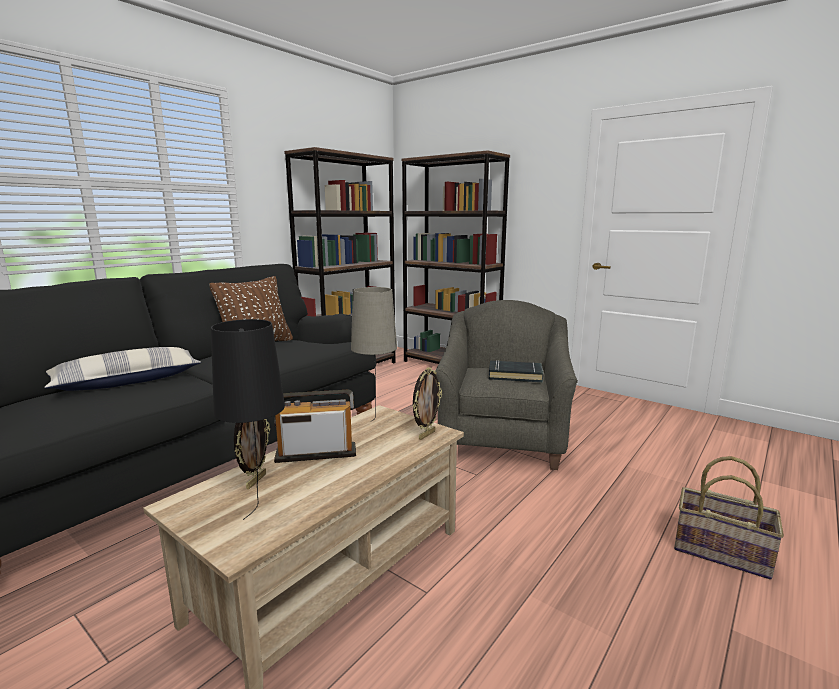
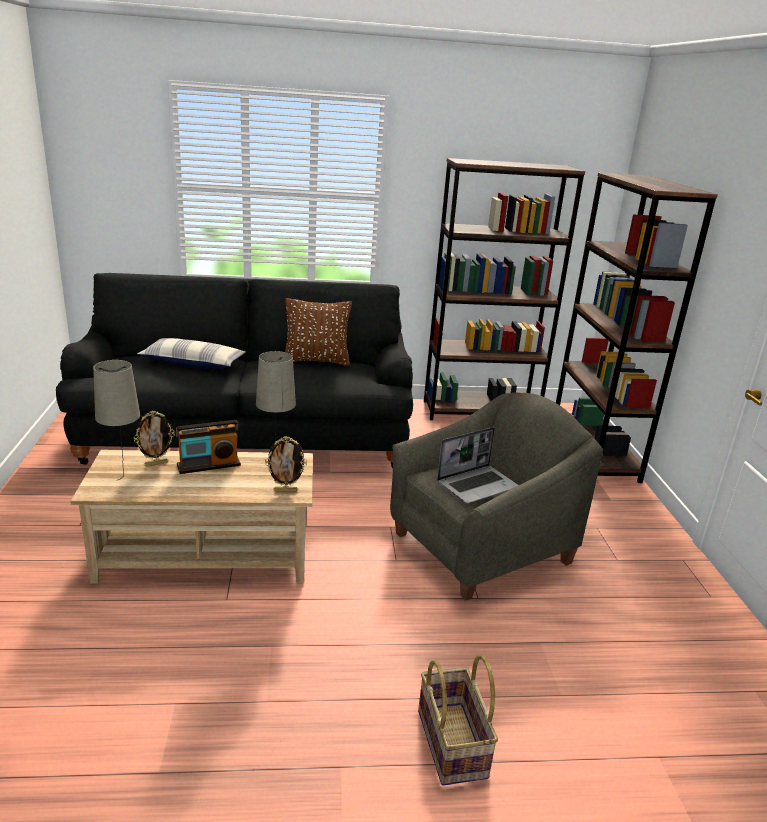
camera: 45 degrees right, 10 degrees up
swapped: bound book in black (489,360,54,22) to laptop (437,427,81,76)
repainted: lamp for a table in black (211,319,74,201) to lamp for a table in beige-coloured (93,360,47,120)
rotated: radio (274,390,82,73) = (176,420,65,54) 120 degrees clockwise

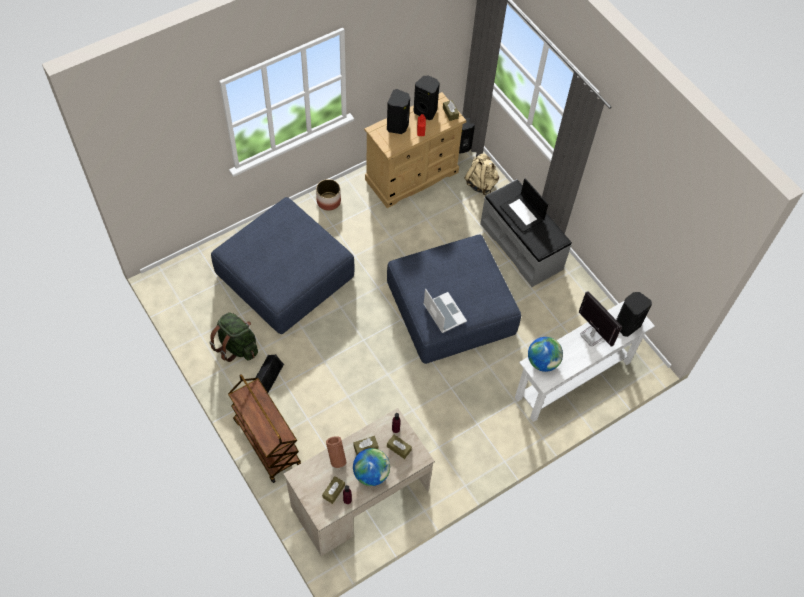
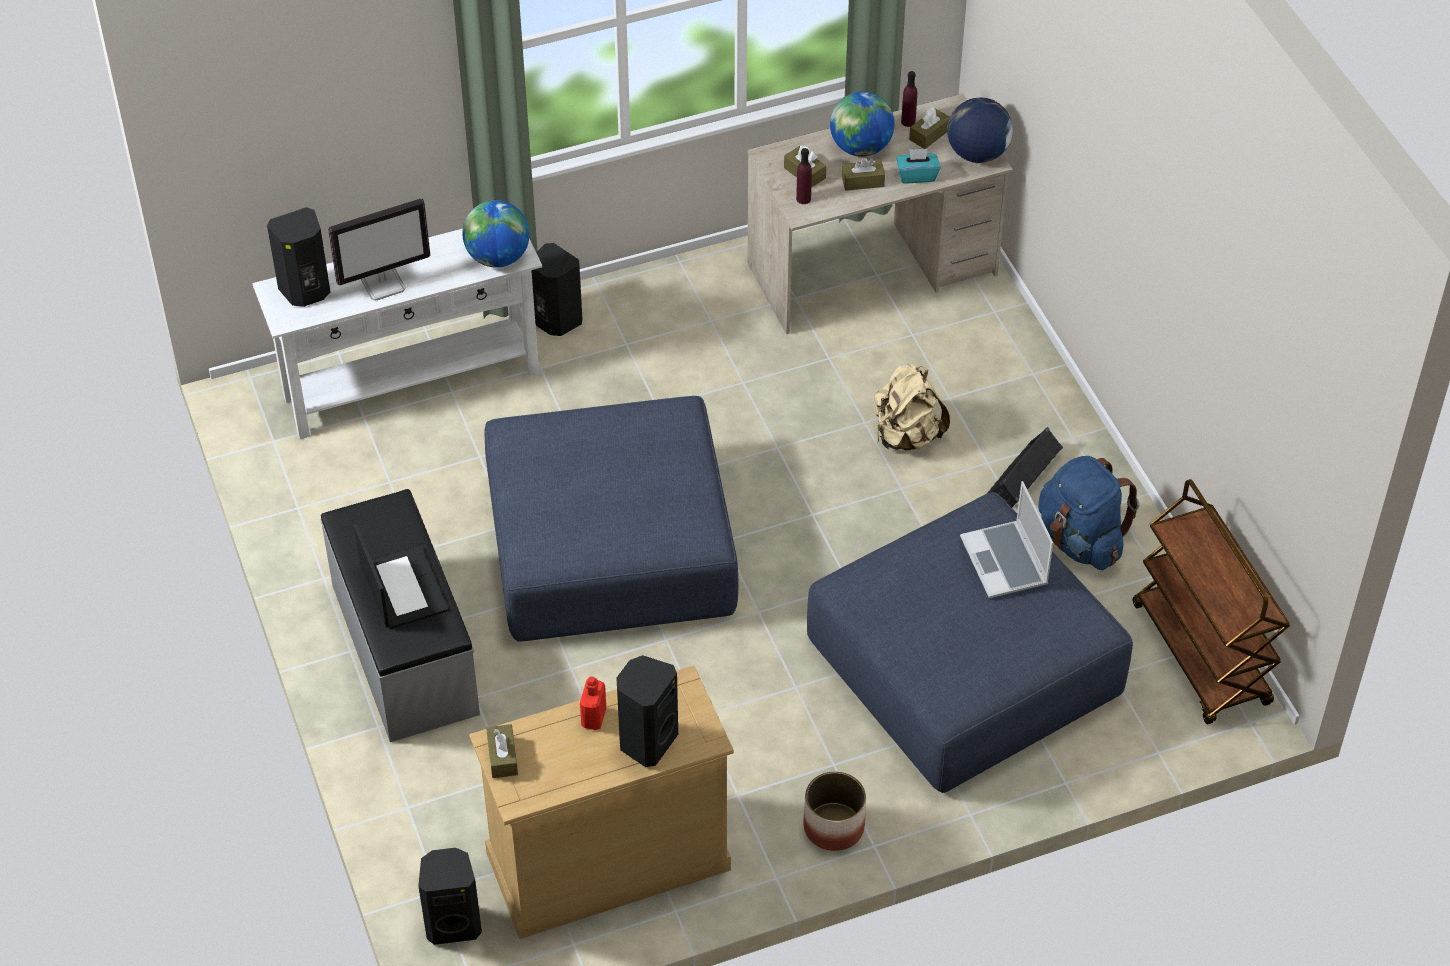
camera: 165 degrees left, 10 degrees down
new: globe (947,97,66,66)
shifted: cart in brown (228,374,73,109) to (1132,479,158,245); loudspeaker in black (414,76,26,44) to (531,243,51,93); laptop (423,288,44,45) to (960,481,93,117); backpack in beige-coloured (464,154,35,41) to (874,364,76,86)
swapped: flower vase in brown (326,436,20,32) to box of tissues in turquoise (896,149,45,34)
repainted: backpack in greenish (209,312,49,50) to backpack in bluish (1038,456,101,114)
rotated: monitor (579,291,43,56) = (328,199,102,102) 90 degrees counterclockwise

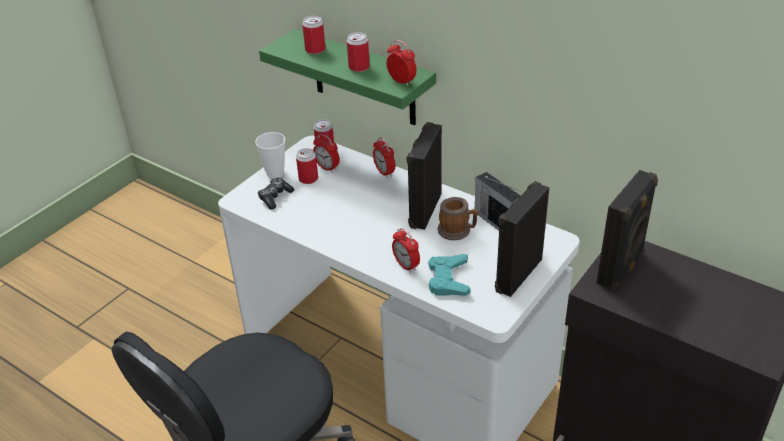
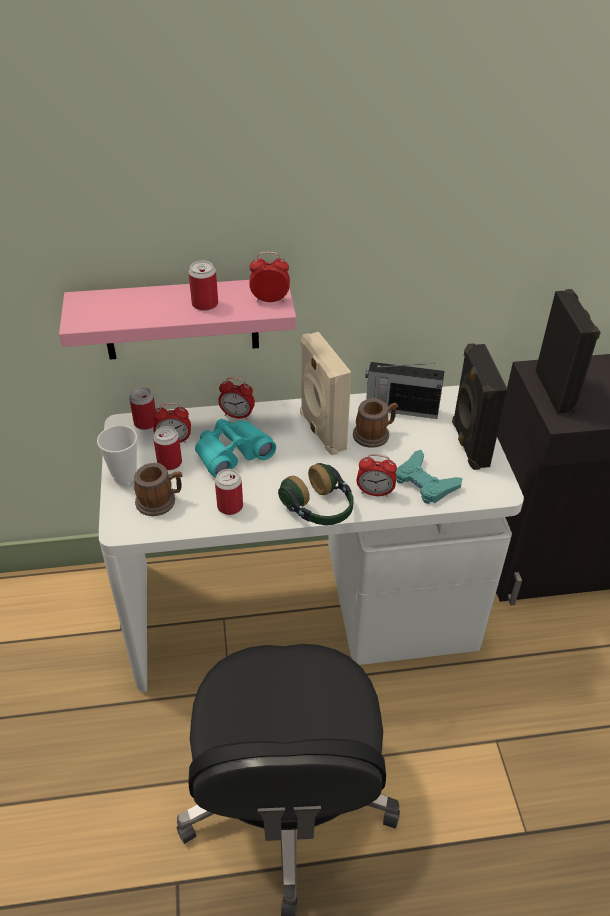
camera: 45 degrees left, 5 degrees up
new: binoculars in turquoise (195,419,81,59); pair of headphones (278,463,76,62)
shifted: metal can (302,16,23,38) to (215,469,28,46)
swapped: joypad (258,178,36,32) to tea mug (134,463,48,53)
repainted: bracket shelf in greenish (259,29,177,96) to bracket shelf in pink-coloured (59,280,237,80); loudspeaker in black (407,122,35,108) to loudspeaker in beige-coloured (300,332,51,123)

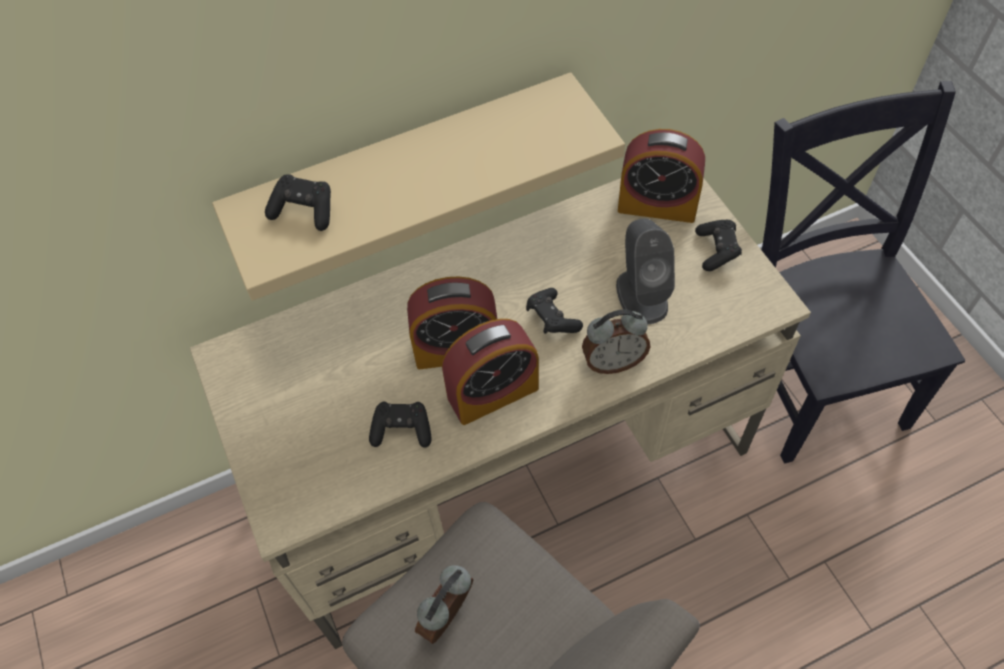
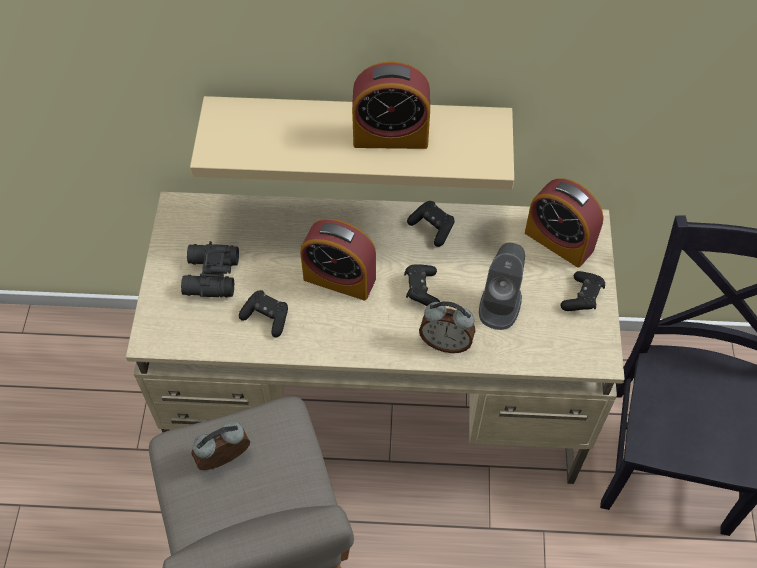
camera: 25 degrees right, 0 degrees up
new: binoculars in black (181,241,58,56)
shifted: joypad in black (265,174,66,57) to (407,201,48,46); bedside clock (442,319,97,106) to (352,62,78,87)

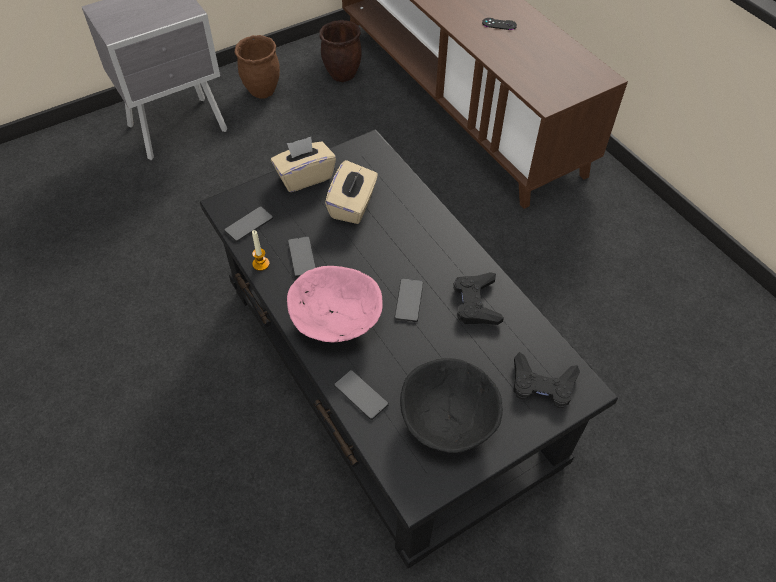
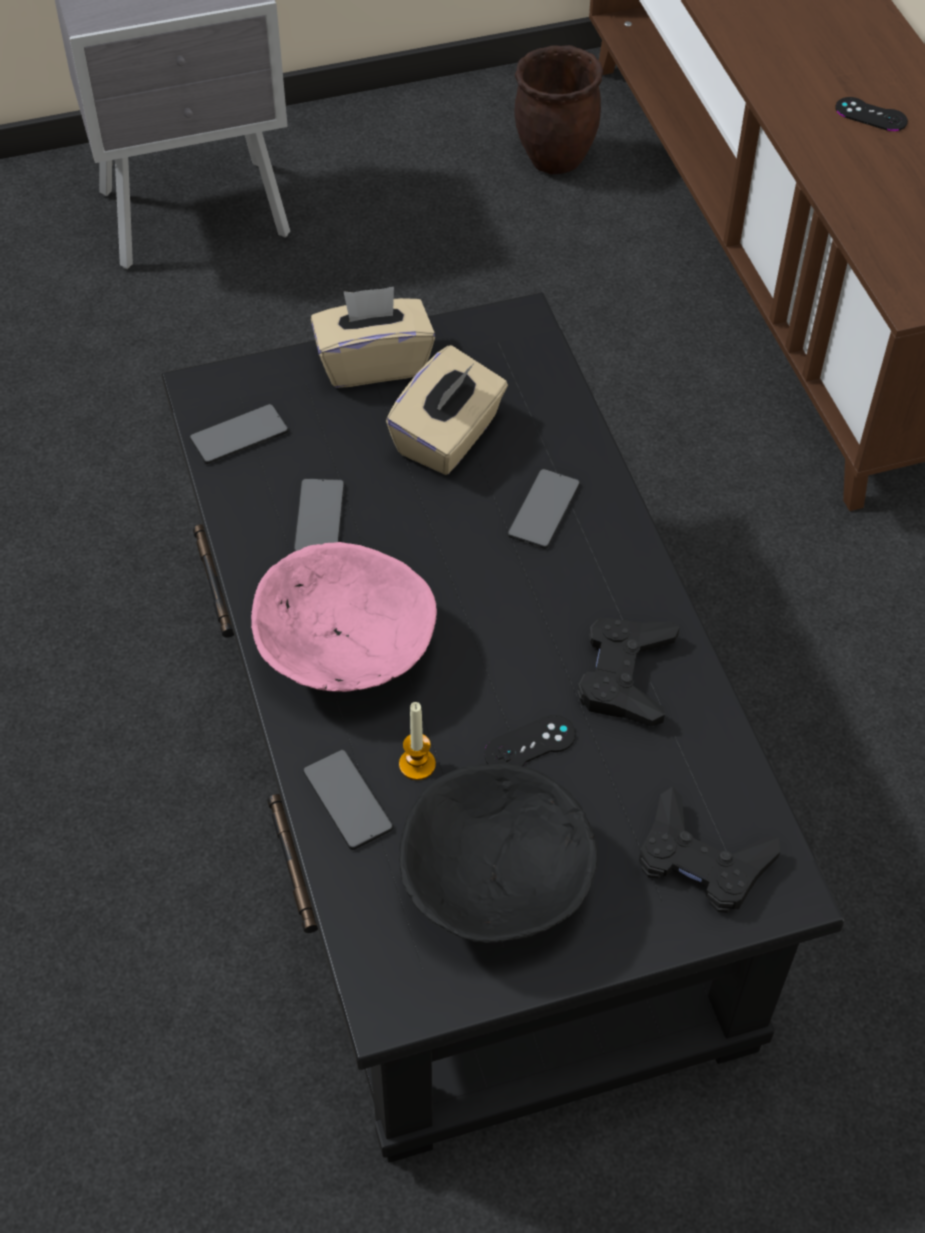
camera: 15 degrees right, 0 degrees up
gone: flower pot in brown (234,35,46,64)
new: joypad in black (484,715,92,51)
shifted: candle (252,230,18,41) to (399,702,37,78); handset (395,278,28,44) to (507,469,73,80)

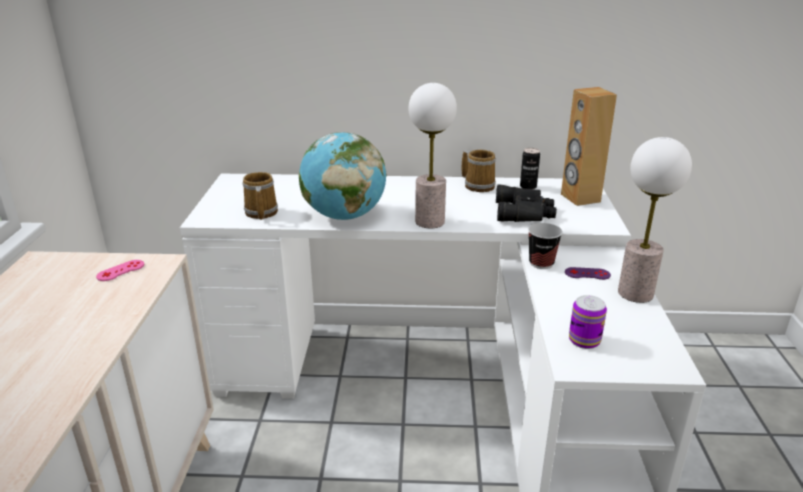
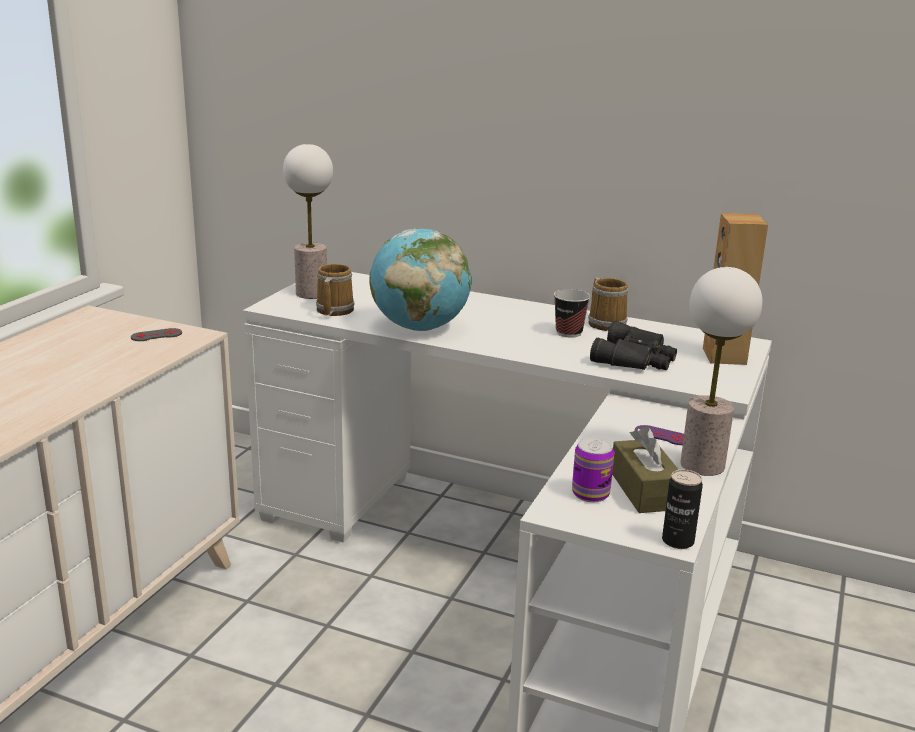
camera: 20 degrees right, 5 degrees down
new: box of tissues in brown (612,426,67,87)
shifted: lamp for a table (408,83,49,145) to (283,144,50,155); metal can (520,148,20,41) to (662,469,41,80); small cup (528,223,35,46) to (554,289,36,49)
repainted: joypad in pink-coloured (96,260,48,21) to joypad in gray (131,328,51,13)

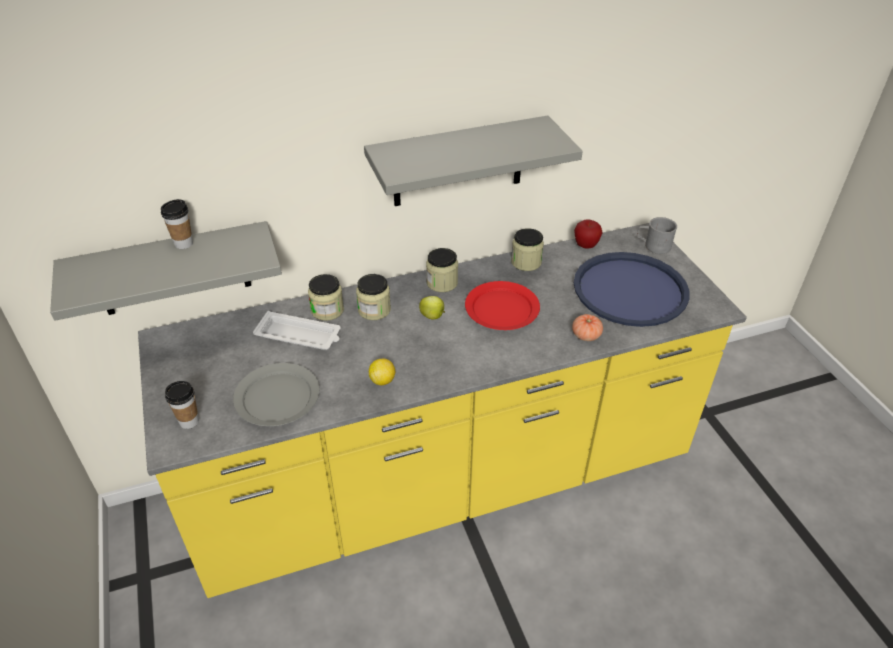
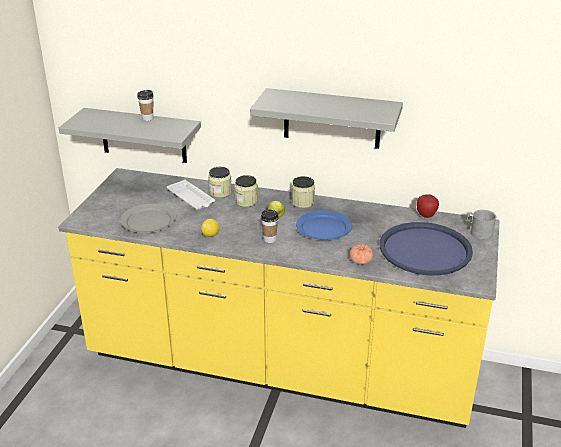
camera: 35 degrees right, 10 degrees down
gone: storage jar (511,228,33,43)
shifted: small cup (165,381,34,48) to (261,210,18,33)
repainted: dinner plate in red-coloured (465,281,75,49) to dinner plate in bluish (296,210,56,30)

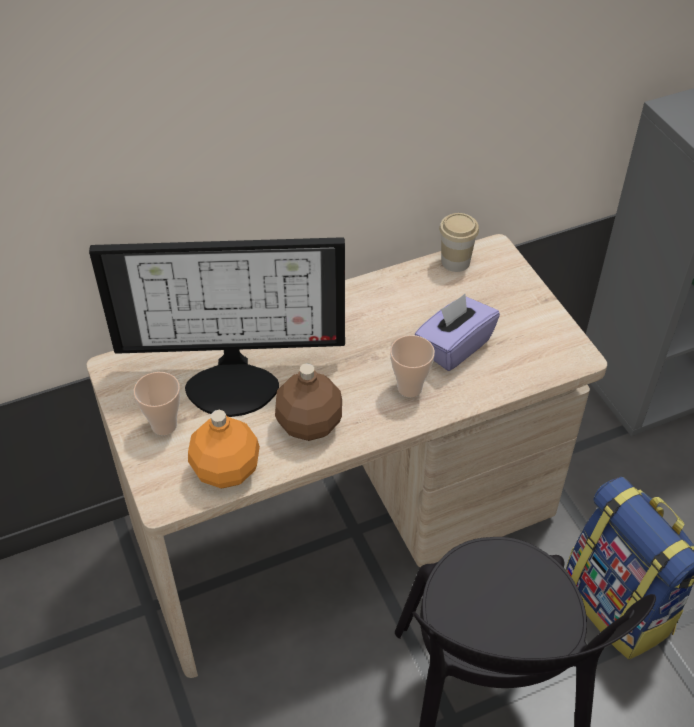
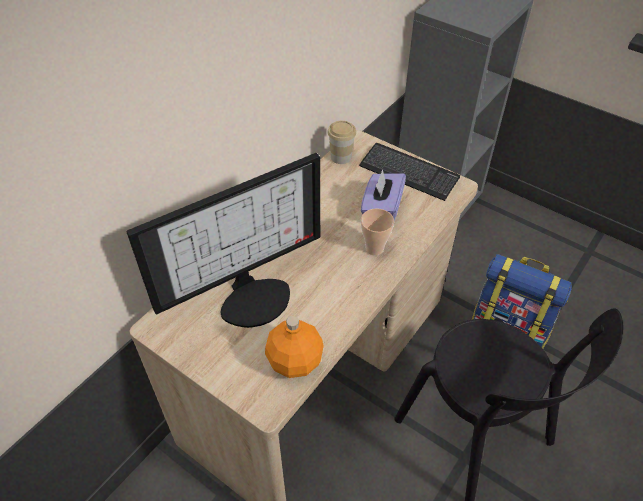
camera: 30 degrees left, 0 degrees up
gone: small cup (134,372,46,63); beverage bottle in brown (275,363,67,78)
new: PC keyboard (359,143,101,58)

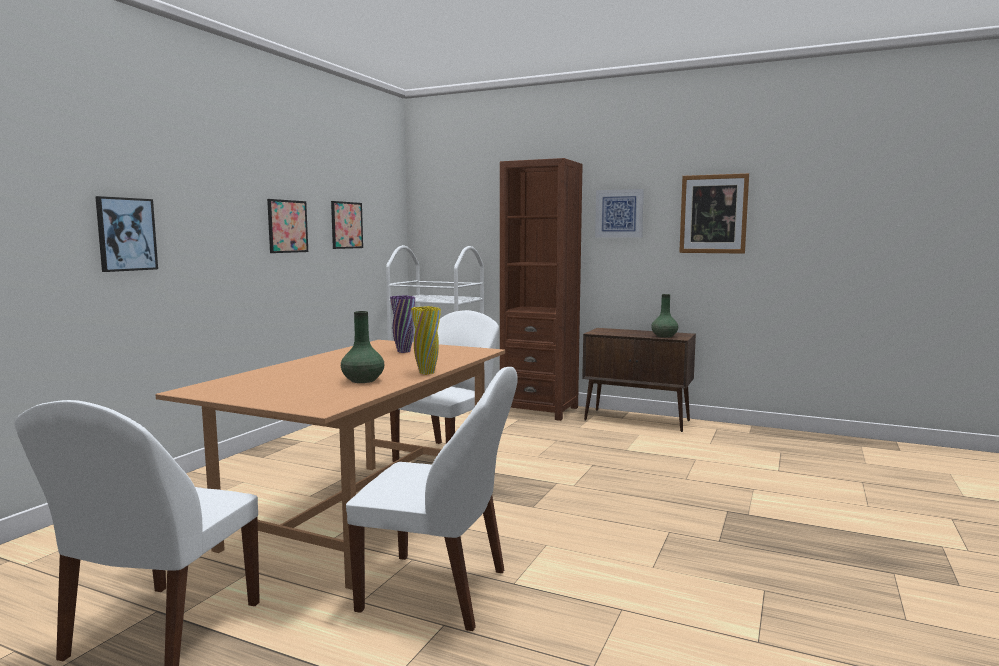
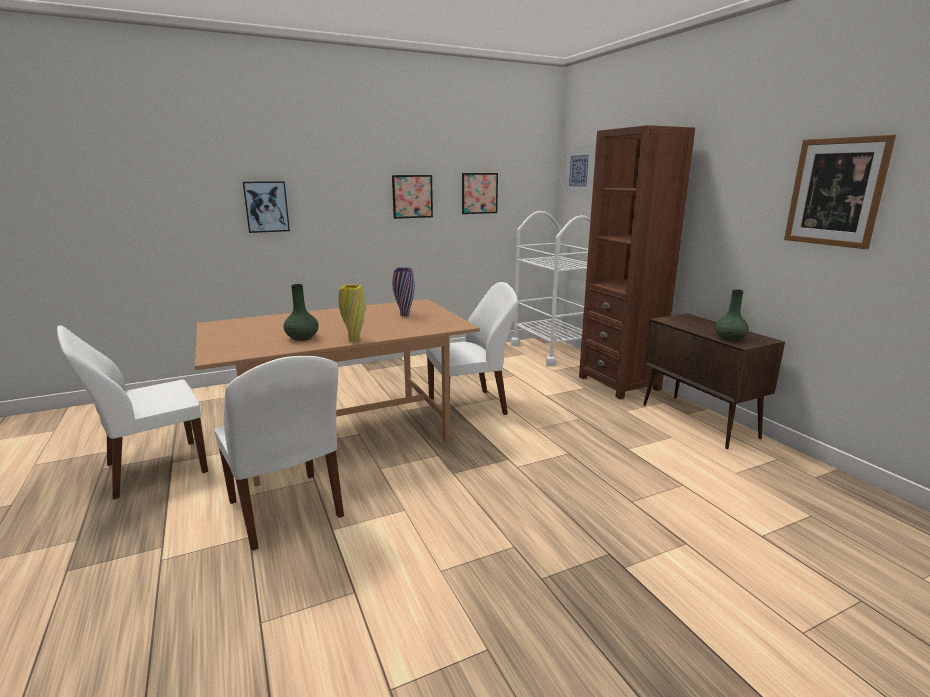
camera: 40 degrees right, 10 degrees up
shifted: wall art (595,189,49,49) to (565,149,29,43)

